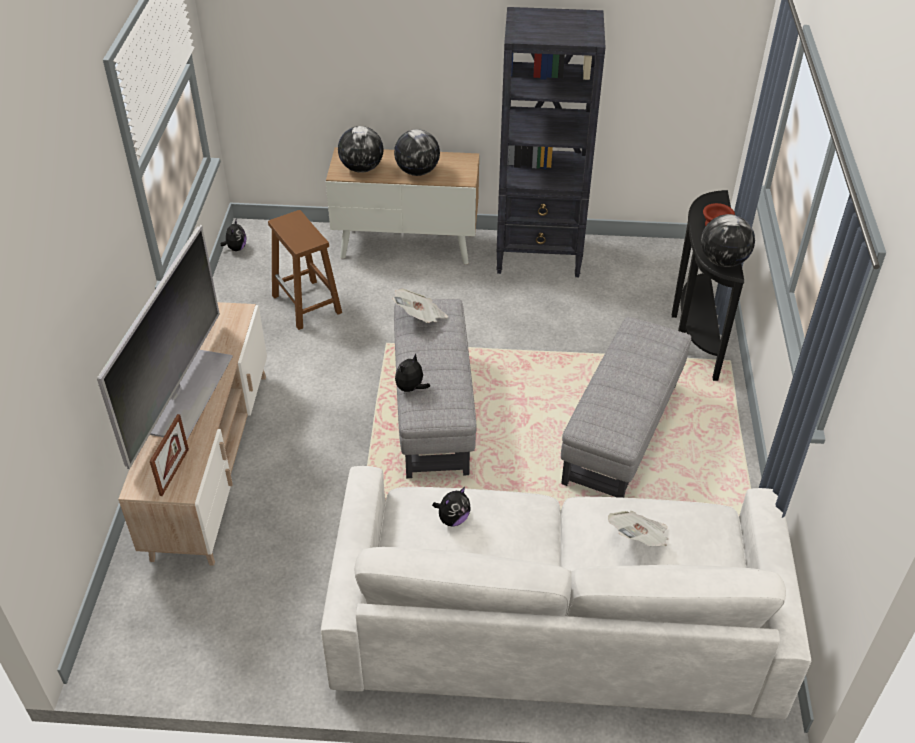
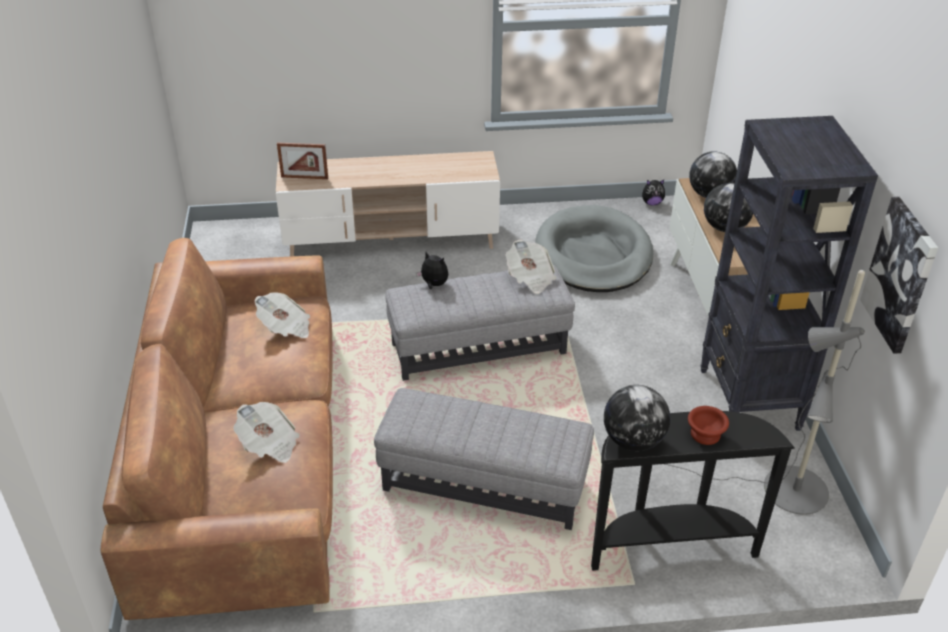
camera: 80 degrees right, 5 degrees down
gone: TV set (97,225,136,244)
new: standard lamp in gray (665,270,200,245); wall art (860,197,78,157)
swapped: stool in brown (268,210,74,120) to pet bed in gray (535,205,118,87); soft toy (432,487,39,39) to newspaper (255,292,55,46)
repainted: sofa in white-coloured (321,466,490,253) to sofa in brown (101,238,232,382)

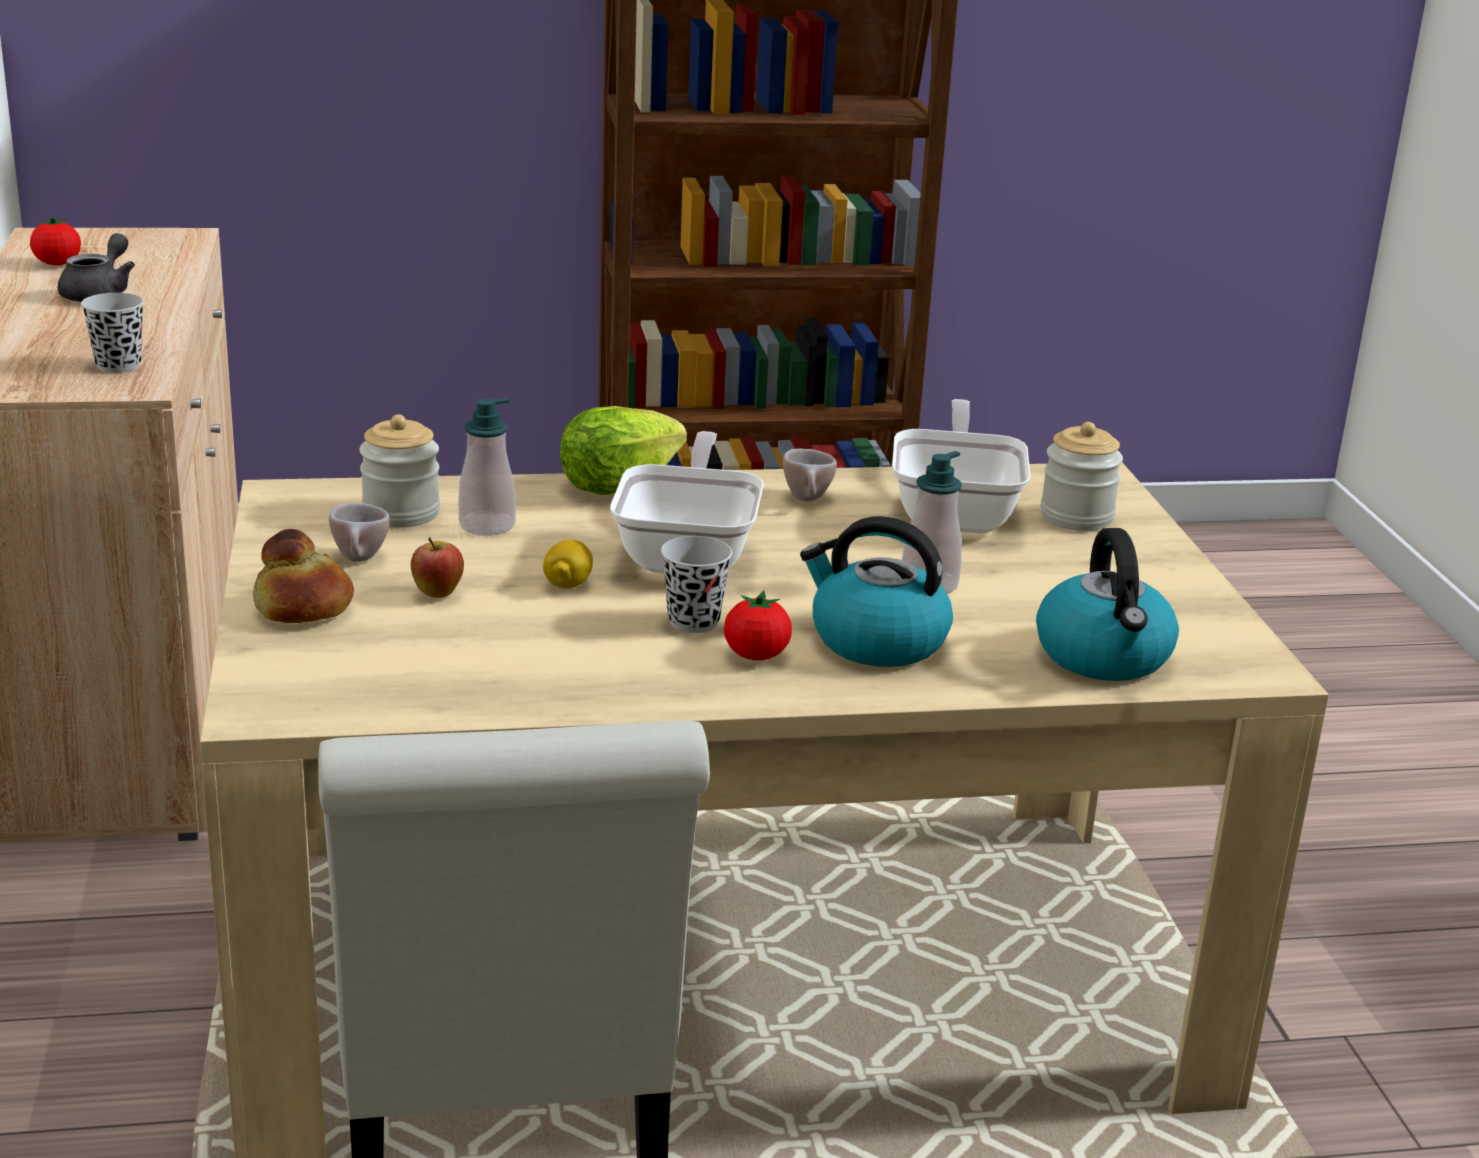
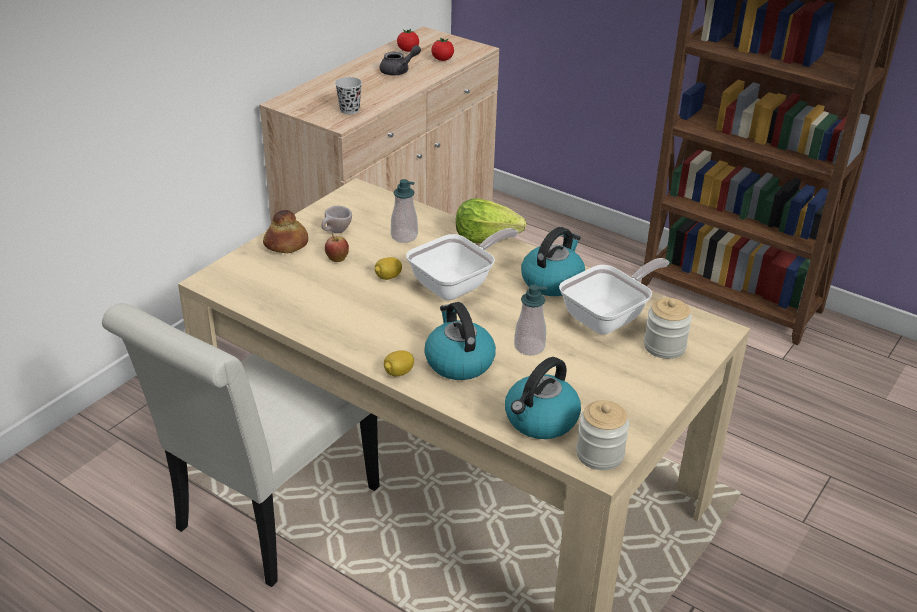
camera: 45 degrees right, 10 degrees up
gone: small cup in black (661,536,71,97)
new: lemon (384,350,30,26)
shifted: storage jar (359,414,81,113) to (576,400,53,70); whole tomato (724,590,68,70) to (431,37,23,24)
swapped: small cup in beige-coloured (783,449,54,53) to tea kettle (521,227,64,69)

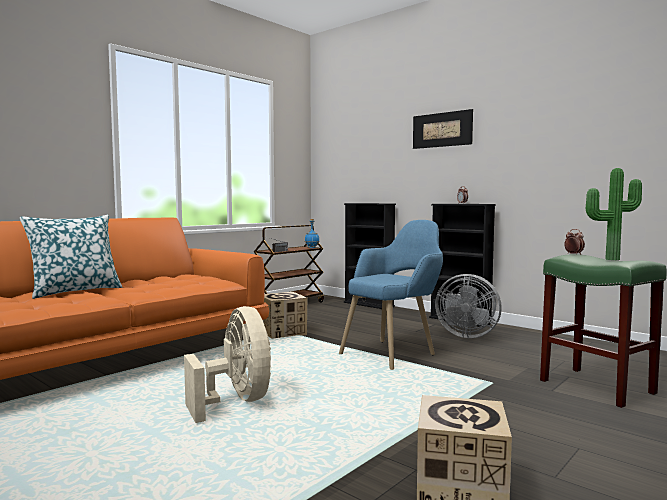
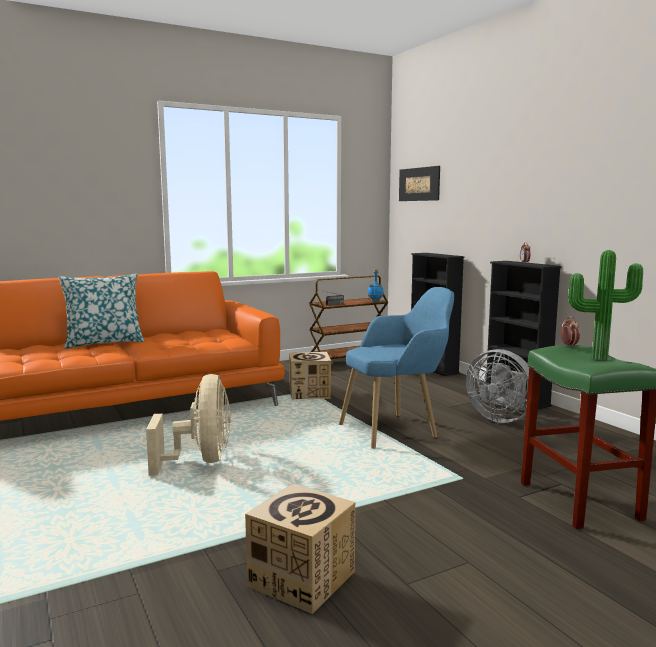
camera: 20 degrees right, 5 degrees up
shifted: wall art (413,109,60,40) to (399,166,41,35)

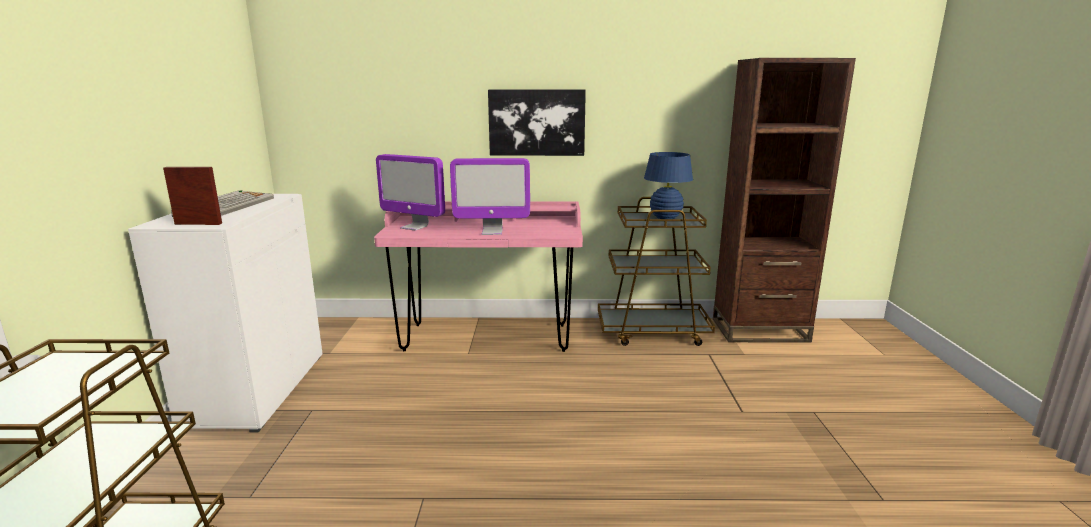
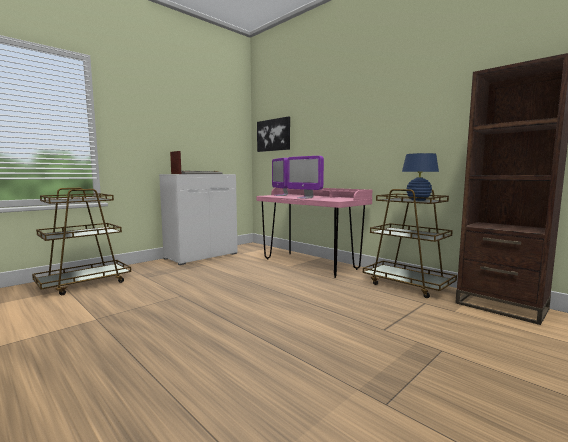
camera: 45 degrees right, 10 degrees down
shifted: wall art (488,89,98,67) to (257,116,33,36)

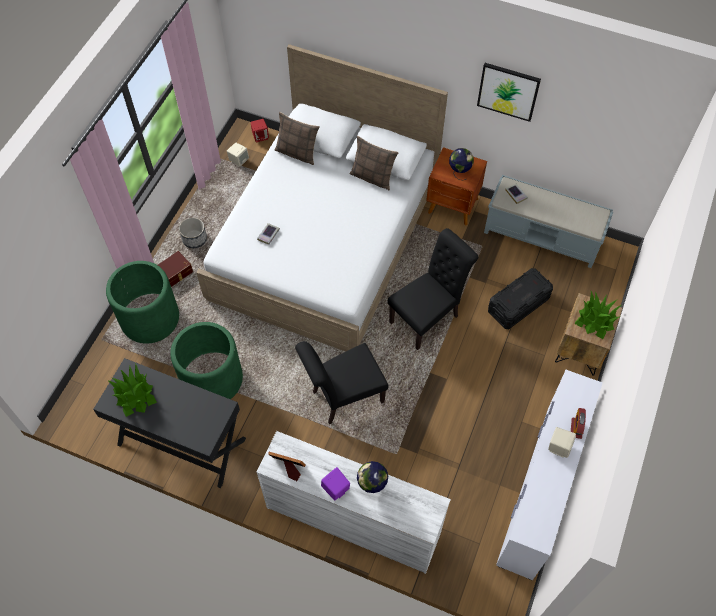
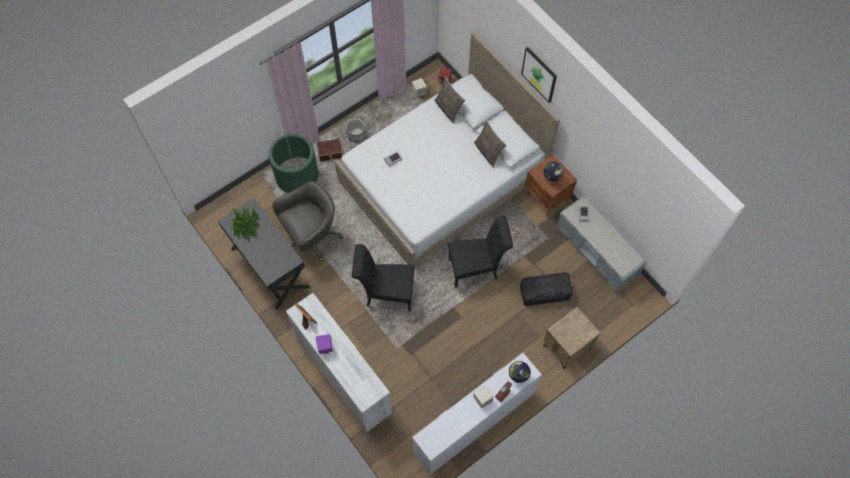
camera: 30 degrees right, 5 degrees up
gone: potted plant (574,291,47,48)
shifted: globe (357,461,31,32) to (509,361,22,22); wall art (477,63,64,59) to (521,47,36,56)
swapped: flower pot in greenish (170,322,73,77) to office chair in gray (273,181,71,81)

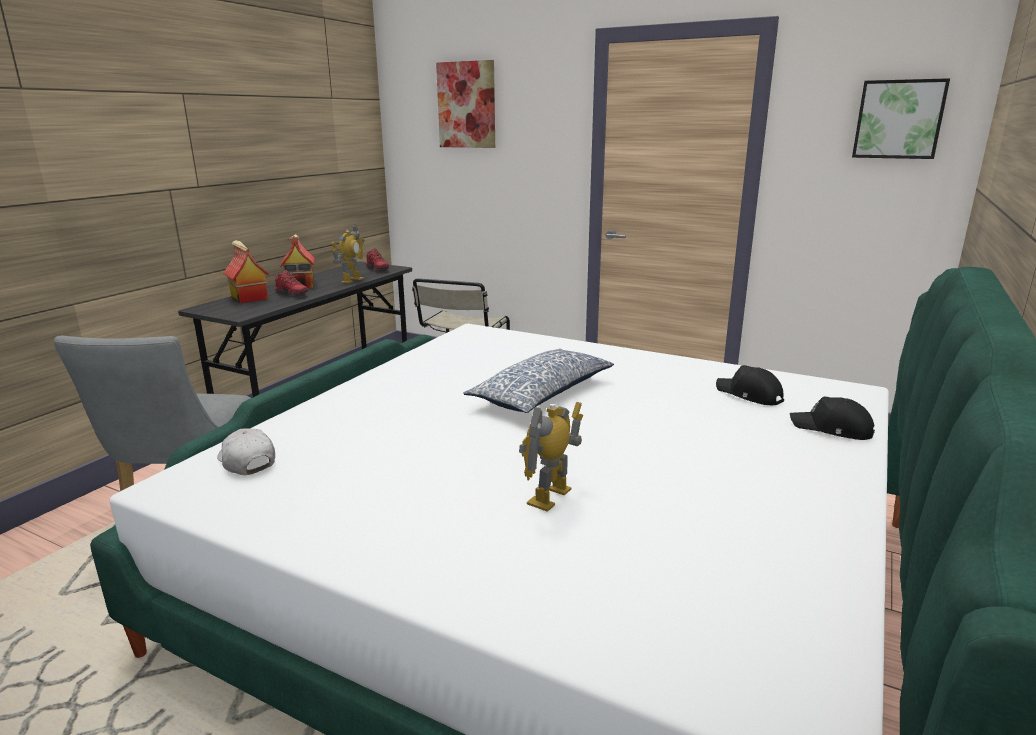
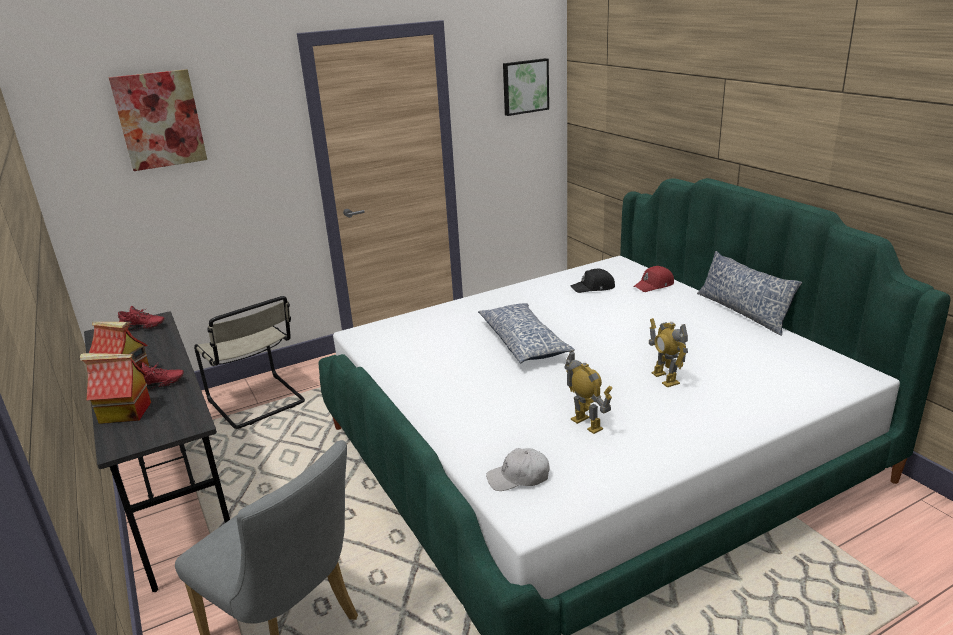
camera: 55 degrees left, 5 degrees up
new: cushion (697,251,105,85)
shifted: model robot (331,224,34,59) to (564,350,48,84)
repainted: baseball cap in black (790,397,85,43) to baseball cap in red-coloured (633,266,41,26)

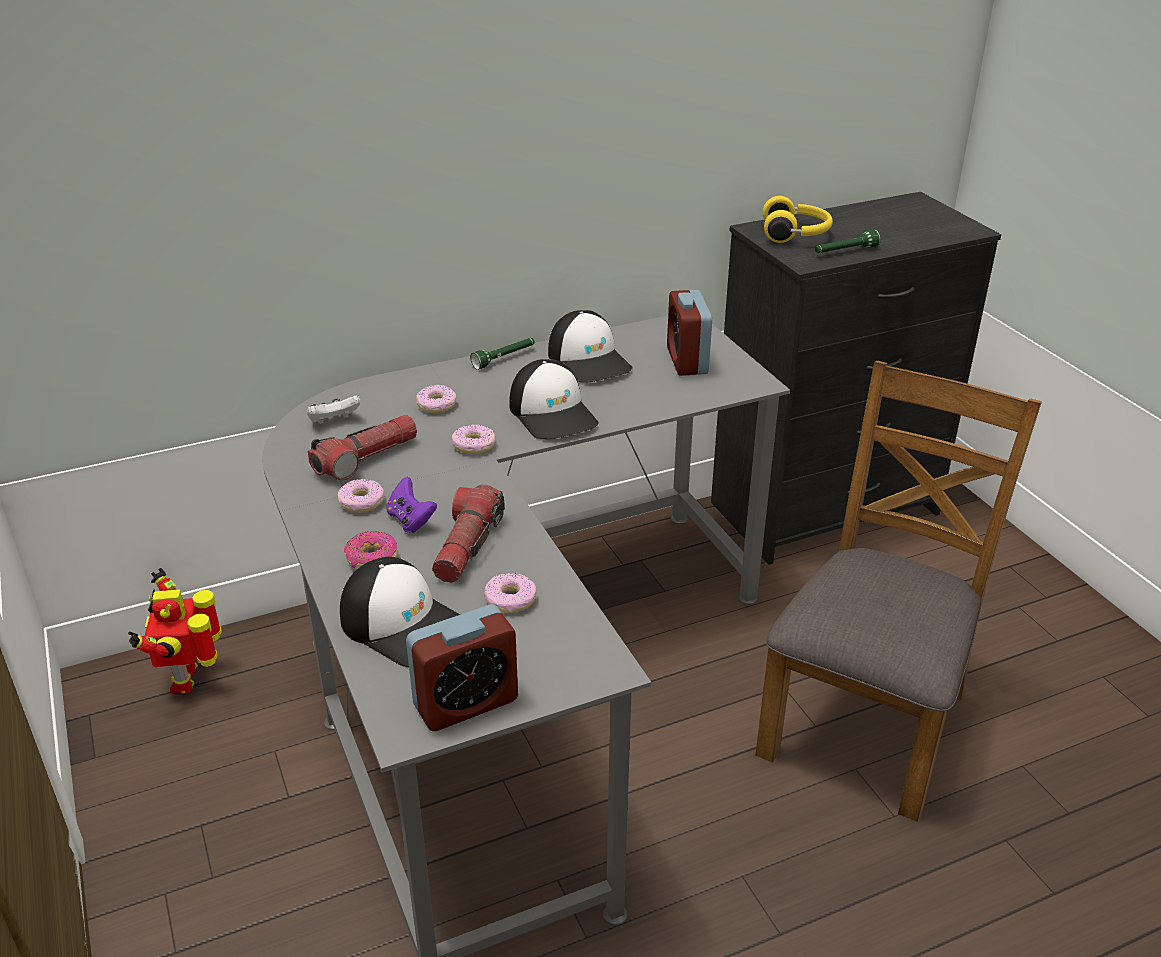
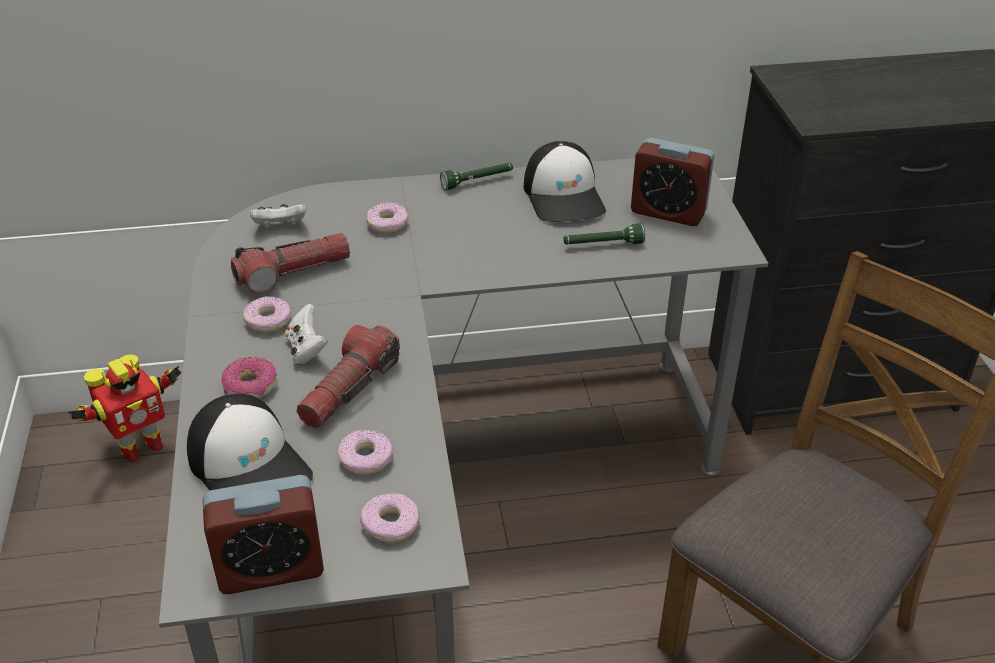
camera: 15 degrees right, 5 degrees up
gone: baseball cap (509,359,90,80); pair of headphones in yellow-coloured (762,196,71,47)
shifted: donut (452,424,43,30) to (360,493,60,50); torch in greenish (815,230,66,23) to (564,223,81,21)
repainted: joypad in purplish (386,477,51,56) to joypad in white-coloured (285,304,43,60)
rotated: model robot (128,568,94,127) = (68,354,114,108) 135 degrees counterclockwise; bedside clock (667,290,45,86) = (631,138,83,88) 75 degrees counterclockwise

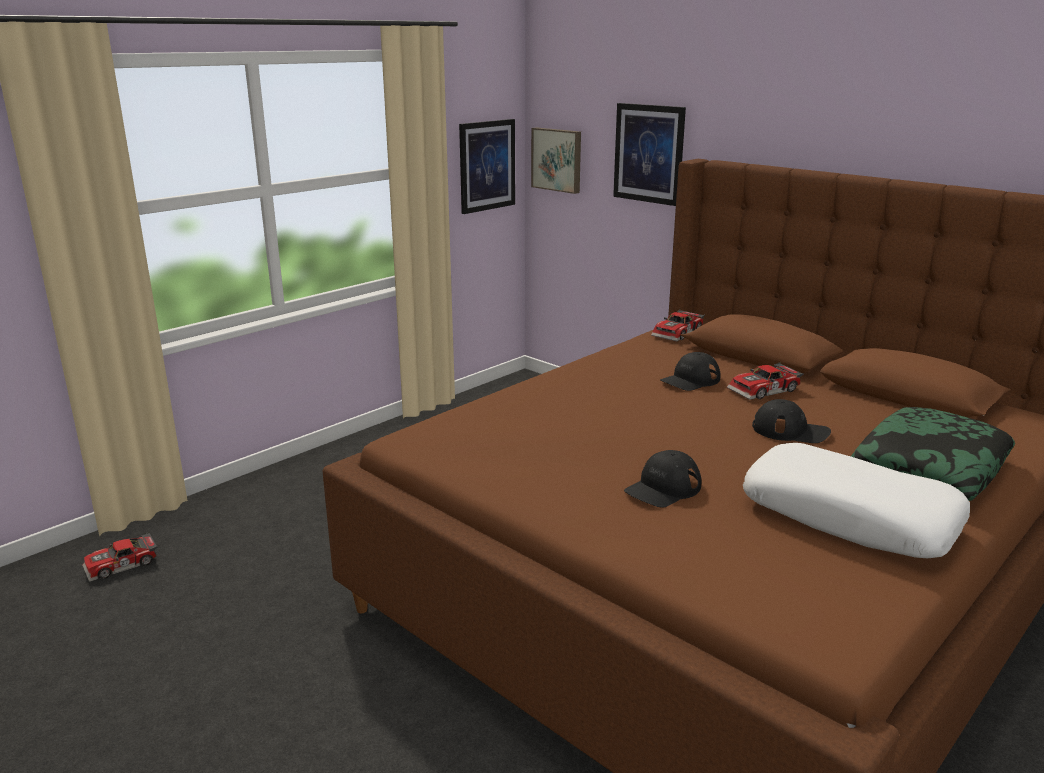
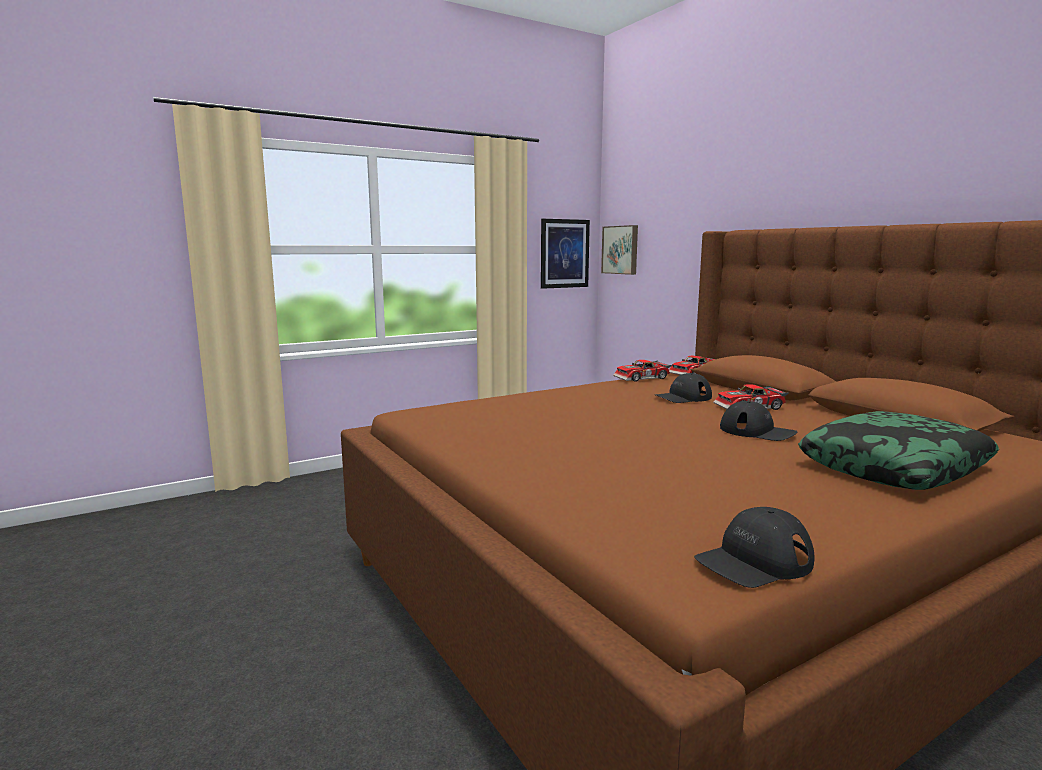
camera: 15 degrees right, 10 degrees down
gone: wall art (613,103,73,103); cushion in white-coloured (743,443,227,115)
shifted: toy car (82,532,75,50) to (613,360,59,22); baseball cap in black (624,450,77,58) to (694,507,121,81)

